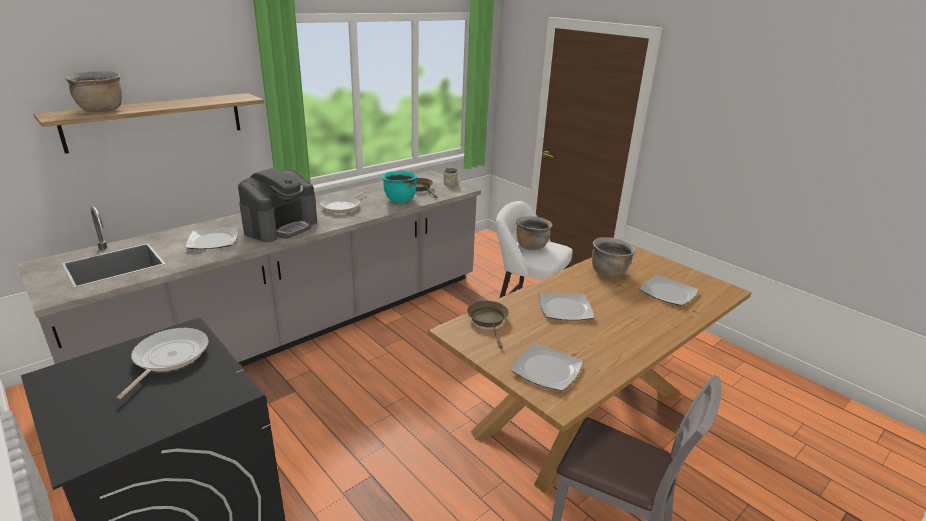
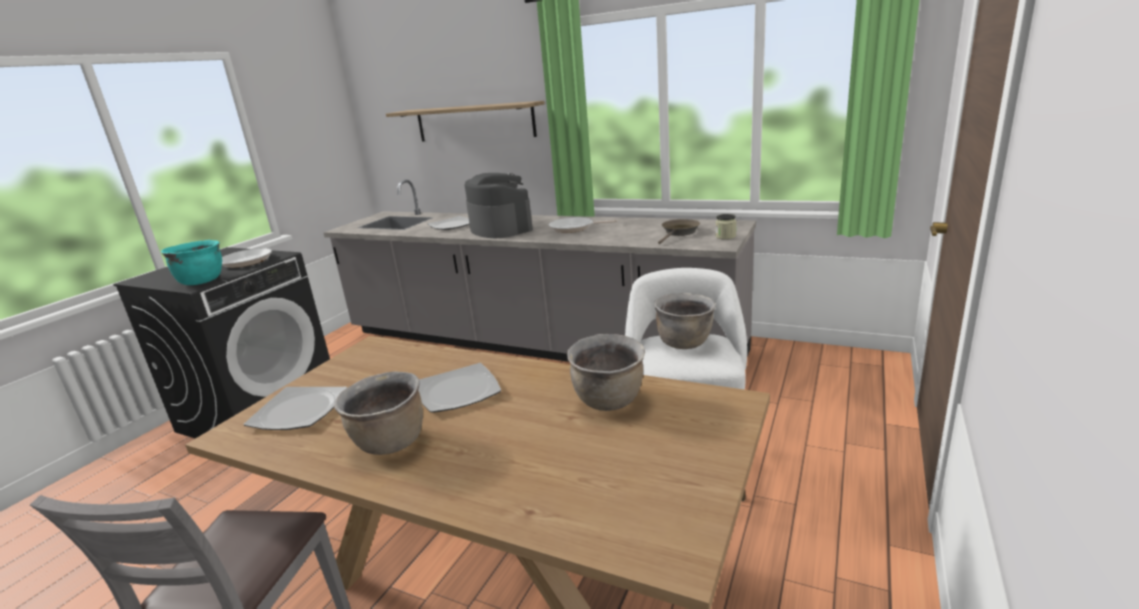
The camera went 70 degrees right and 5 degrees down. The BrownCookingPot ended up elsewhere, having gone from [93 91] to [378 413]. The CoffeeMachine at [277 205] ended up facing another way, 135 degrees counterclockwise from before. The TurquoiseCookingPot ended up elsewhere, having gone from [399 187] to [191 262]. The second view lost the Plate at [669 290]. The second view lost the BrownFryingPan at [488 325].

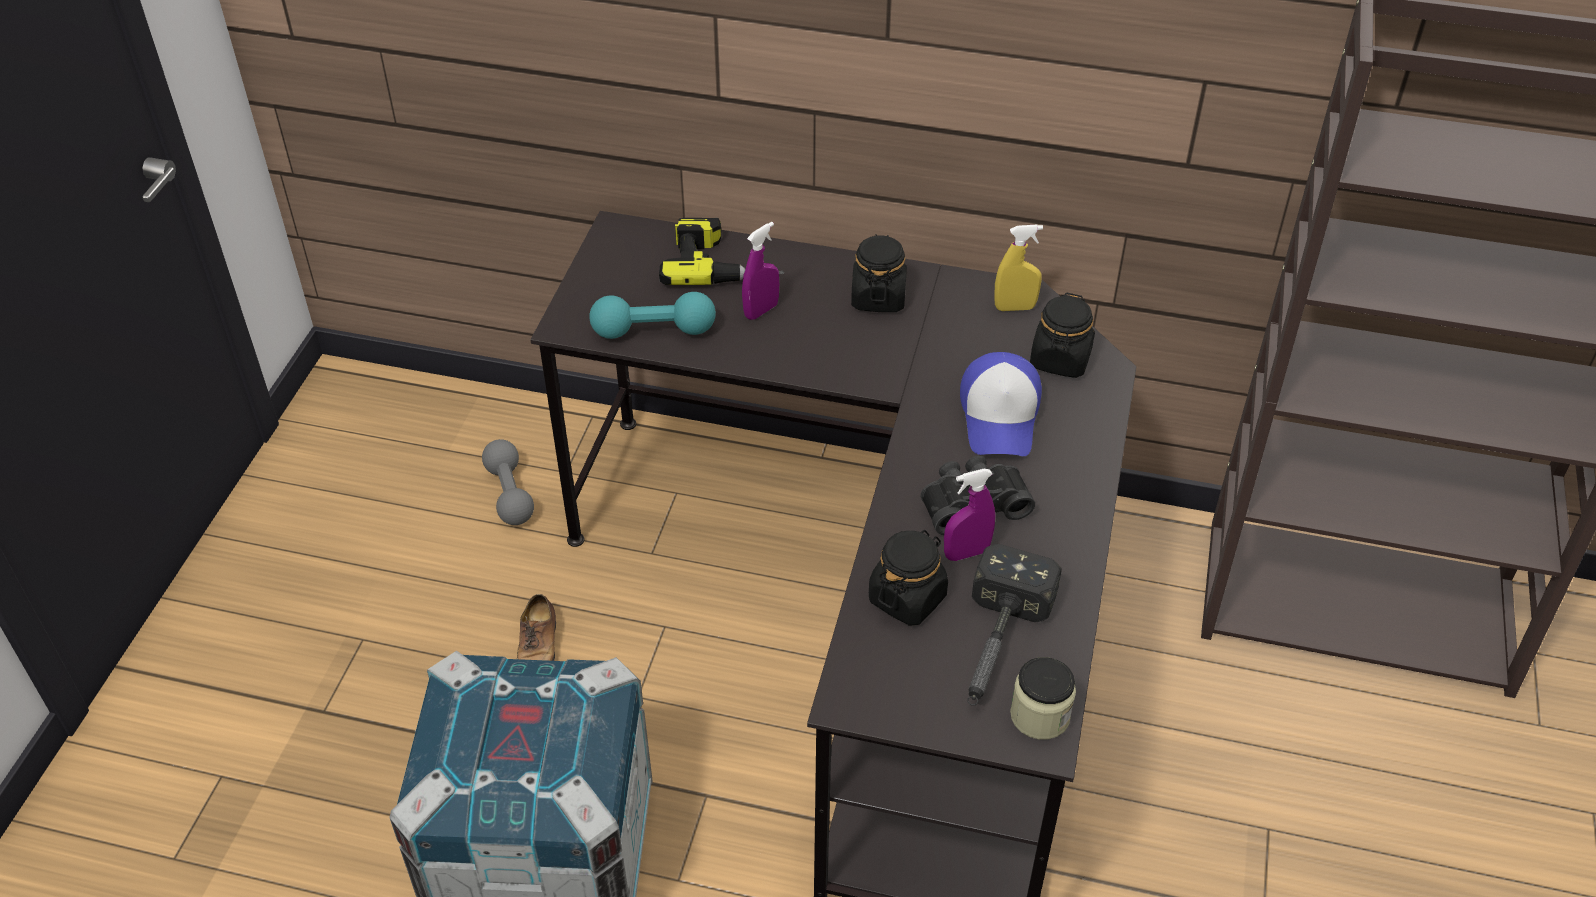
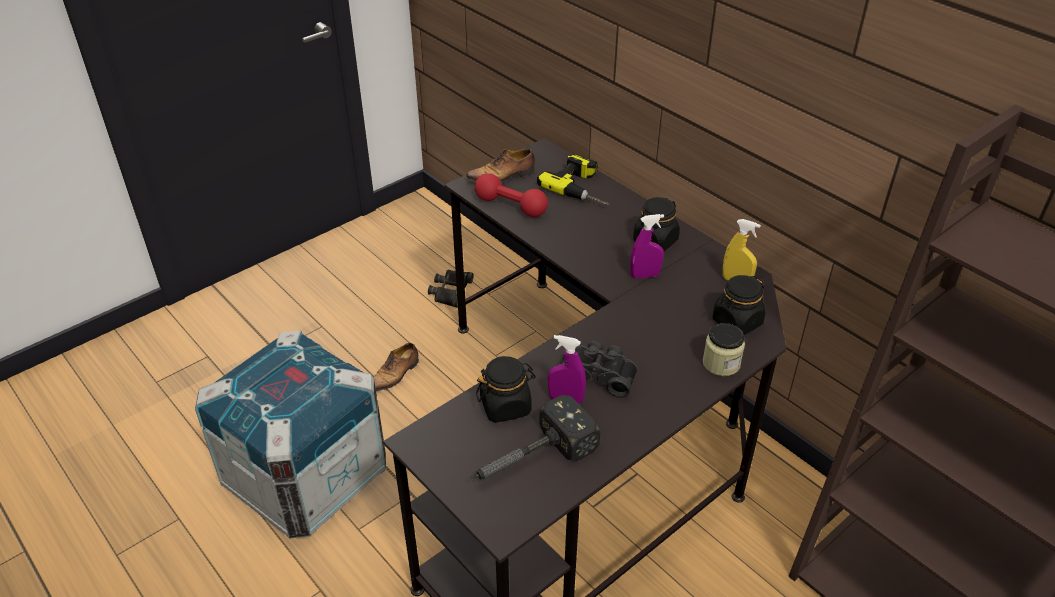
The camera went 35 degrees right and 5 degrees down. The PurpleSprayBottle ended up elsewhere, having gone from [760 271] to [647 246]. What was the TurquoiseDumbbell at [652 315] turned into the RedDumbbell at [511 195]. The second view lost the Cap at [1001 404]. Where the GreyDumbbell stood at [508 482], the BlackBinoculars came to stand at [451 289]. The Jar ended up elsewhere, having gone from [1043 698] to [723 349]. The second view gained the Shoe at [500 166].

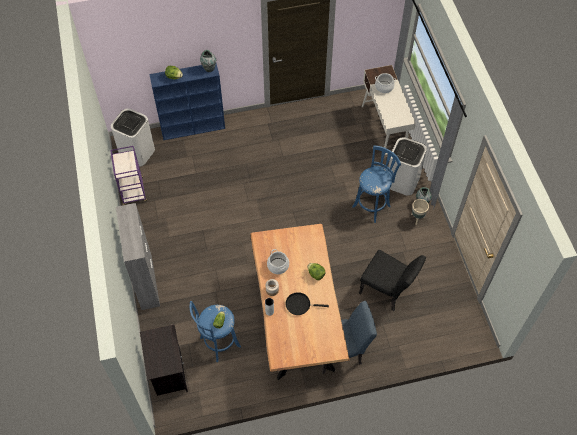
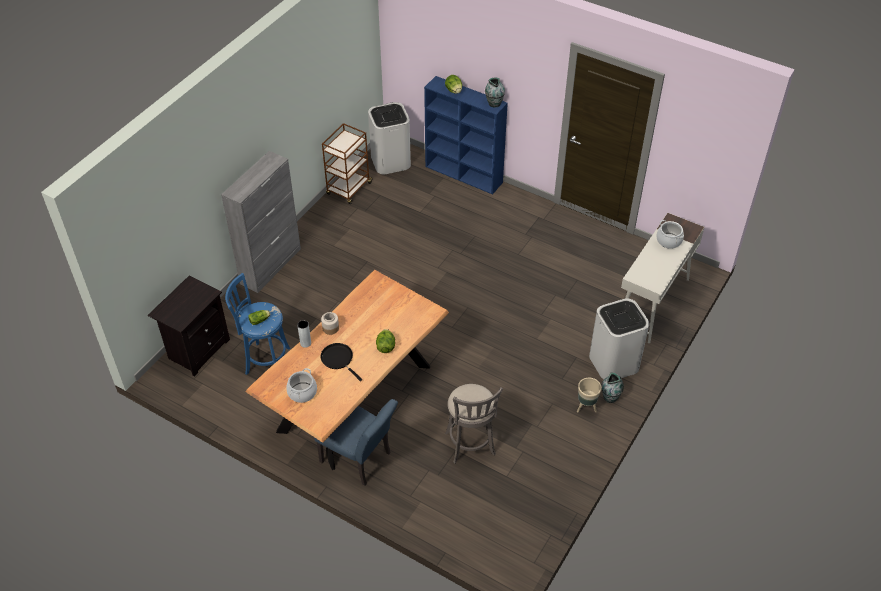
The camera went 45 degrees right and 10 degrees down. The second view lost the BlueStool at [376 184]. What was the PurpleCart at [128 175] turned into the BrownCart at [347 163]. The CookingPot ended up elsewhere, having gone from [278 261] to [301 385]. Where the BlackChair stood at [392 280], the GreyStool came to stand at [474 424].

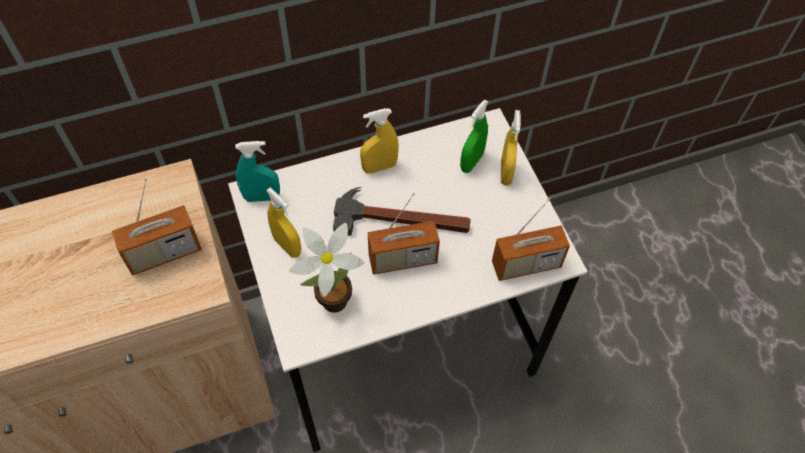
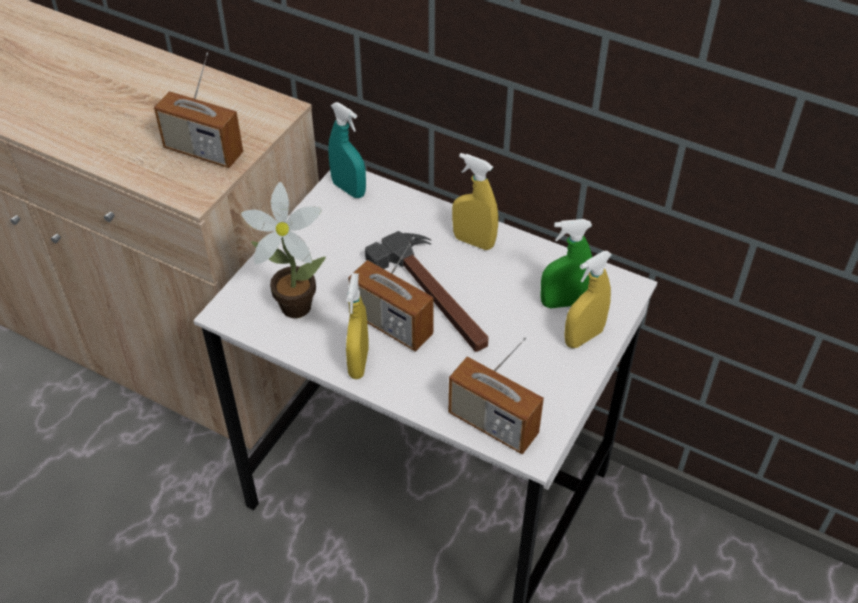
The camera went 50 degrees right and 10 degrees down. The YellowSprayBottle ended up elsewhere, having gone from [283 223] to [357 326].

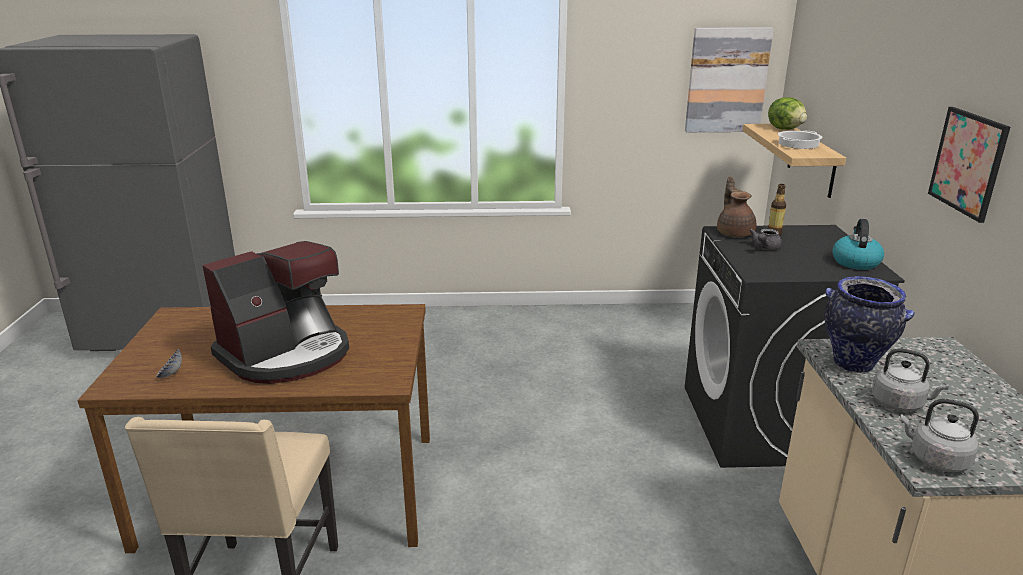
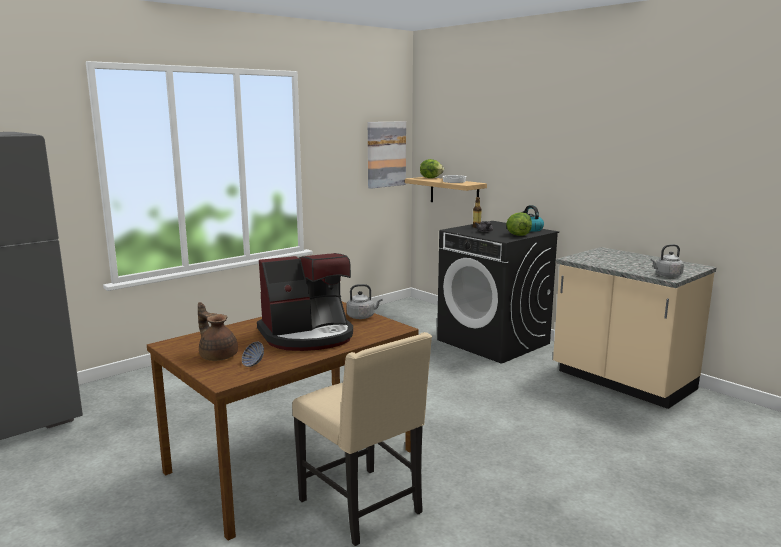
The camera went 40 degrees left and 10 degrees down. The second view lost the Picture at [969 165]. The BrownTeapot ended up elsewhere, having gone from [736 206] to [218 331]. The CoffeeMachine at [275 312] ended up facing another way, 60 degrees clockwise from before. The second view lost the Vase at [869 324]. The GreyKettle ended up elsewhere, having gone from [910 379] to [365 301]. The second view gained the Lettuce at [519 224].

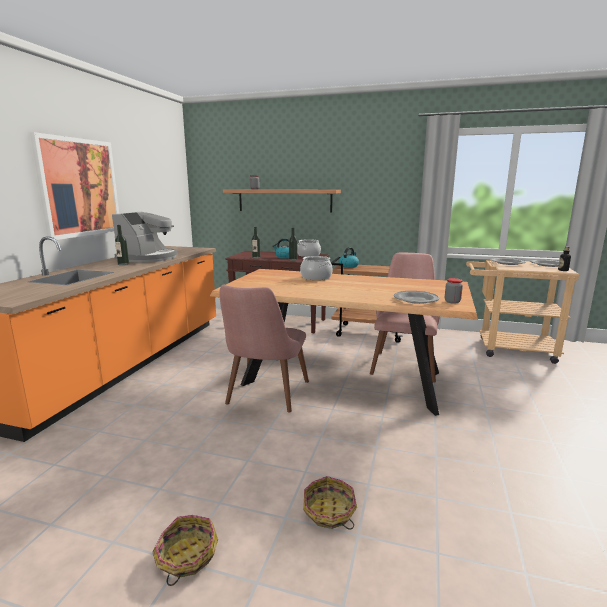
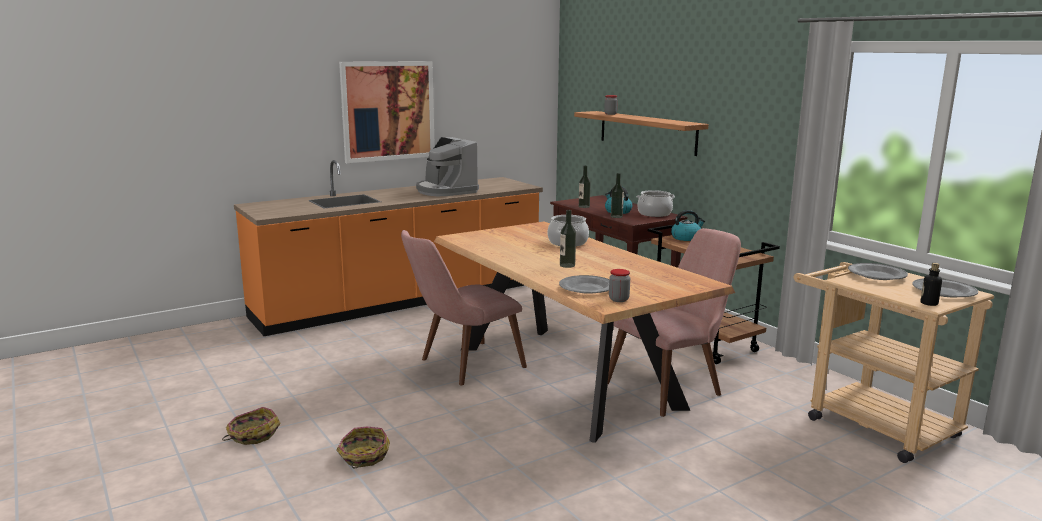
The camera went 40 degrees right and 0 degrees up. The CoffeeMachine at [144 237] ended up facing another way, 90 degrees clockwise from before. The Bottle ended up elsewhere, having gone from [122 245] to [568 239].

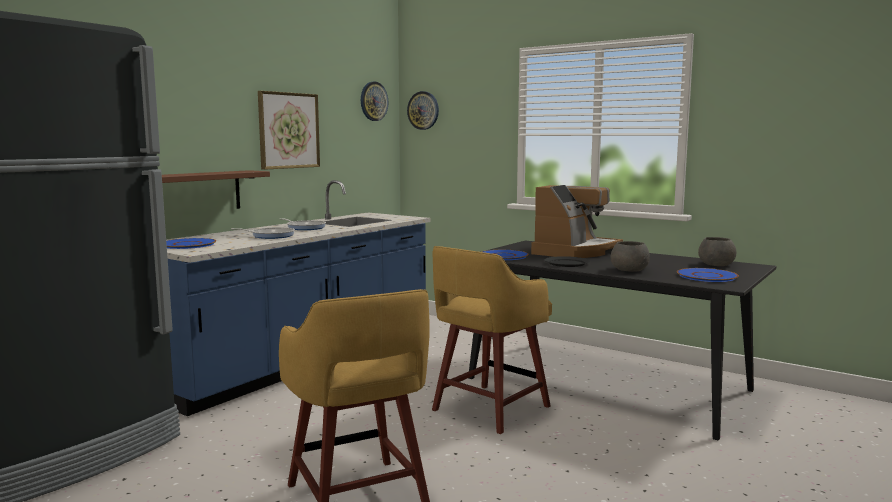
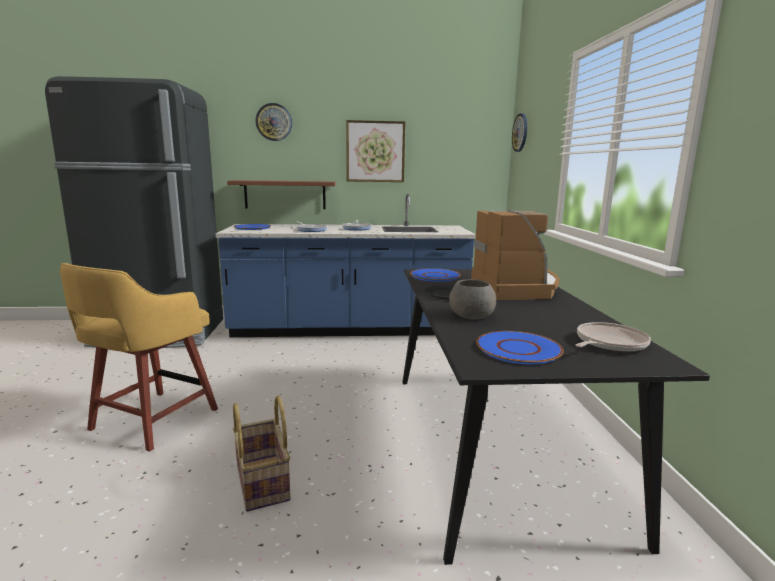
The camera went 50 degrees right and 5 degrees up. The WallClock ended up elsewhere, having gone from [375 101] to [274 122]. The CoffeeMachine at [577 221] ended up facing another way, 90 degrees counterclockwise from before. Where the GreyBowl stood at [717 251], the FryingPan came to stand at [613 337]. The second view lost the YellowStool at [492 340]. The second view gained the Basket at [261 454].

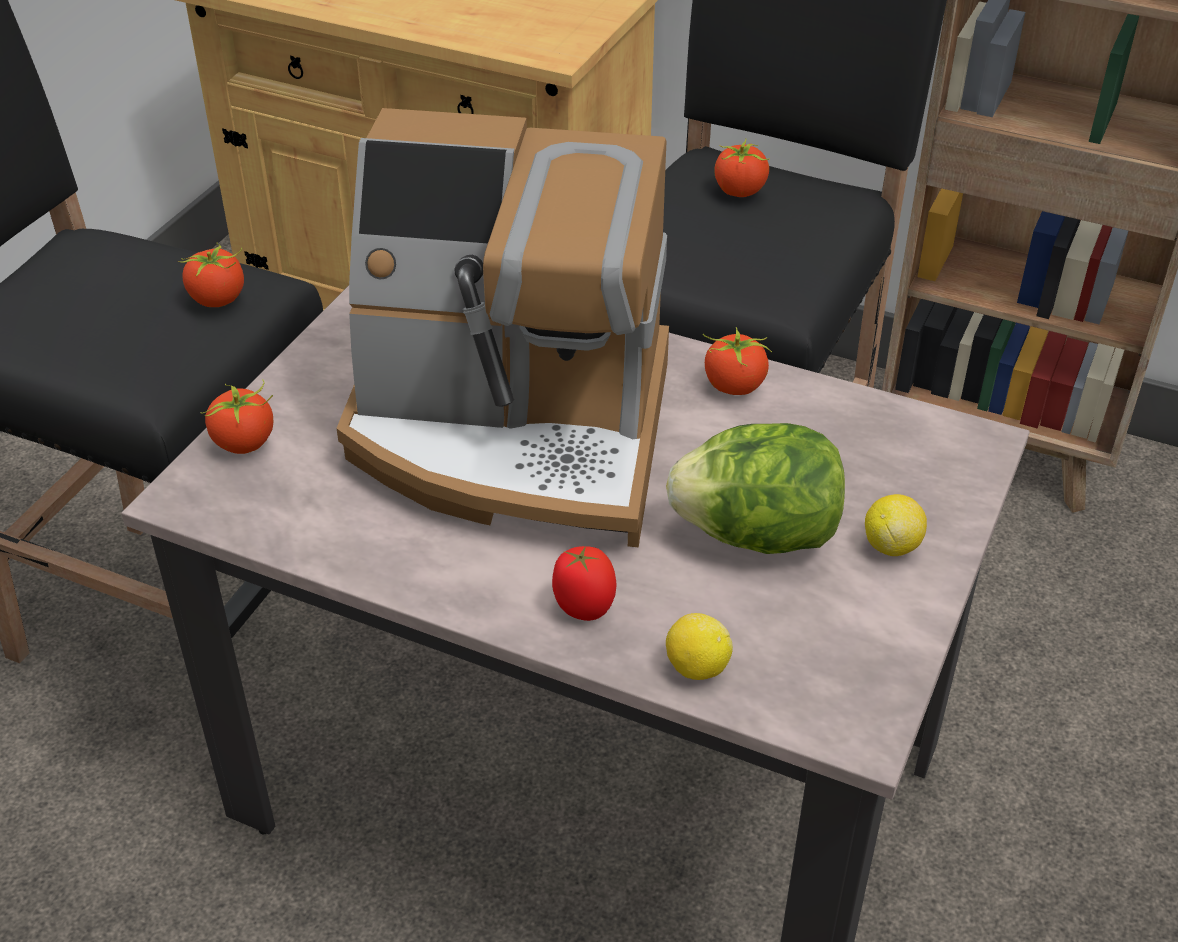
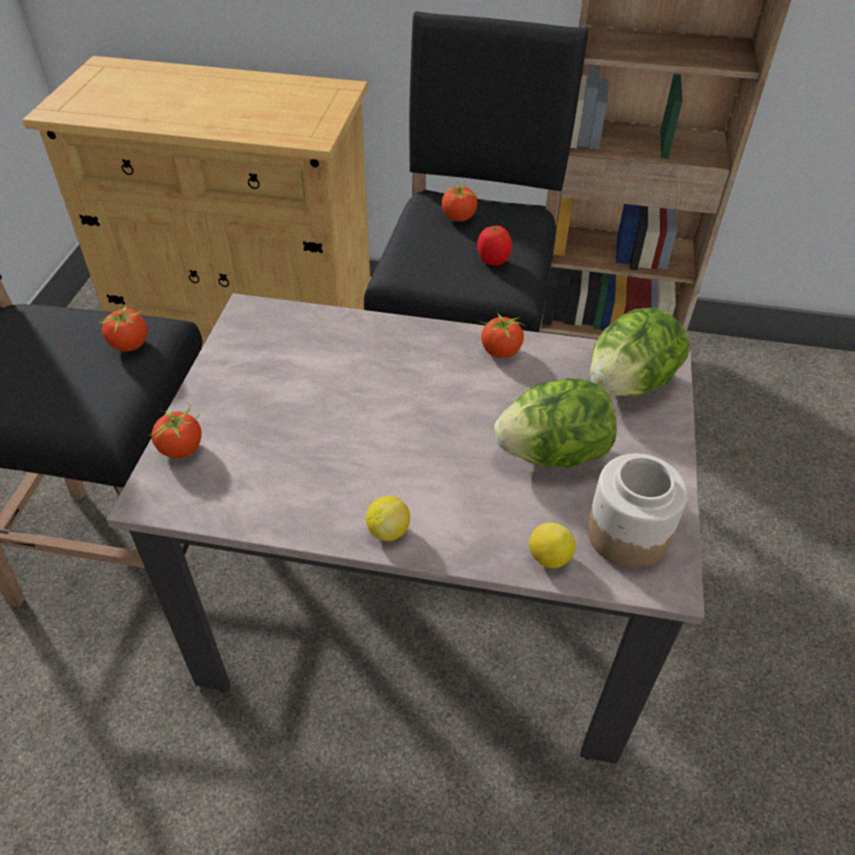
The camera went 15 degrees left and 5 degrees up. The second view lost the CoffeeMachine at [502 328]. The Lemon ended up elsewhere, having gone from [896 525] to [388 518]. The Tomato ended up elsewhere, having gone from [584 583] to [494 246]. The second view gained the Lettuce at [640 352]. The second view gained the Jar at [637 511].

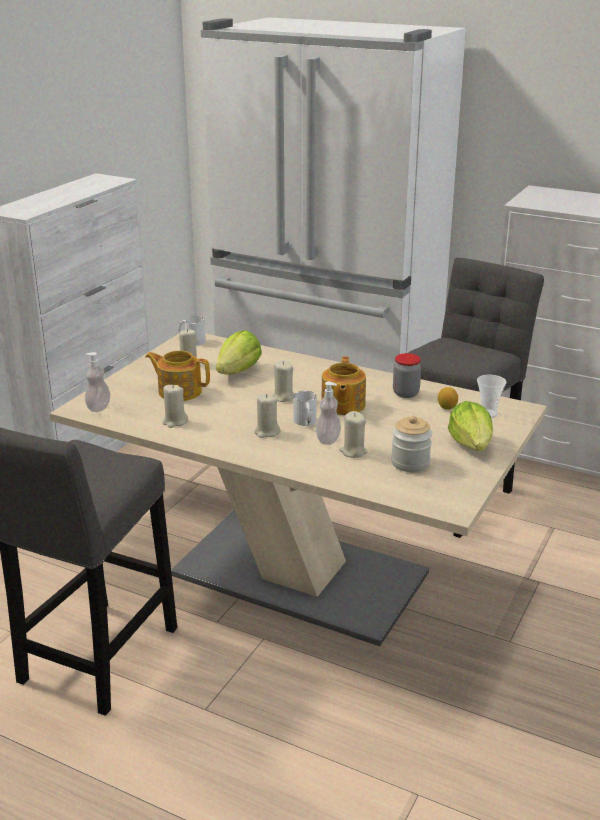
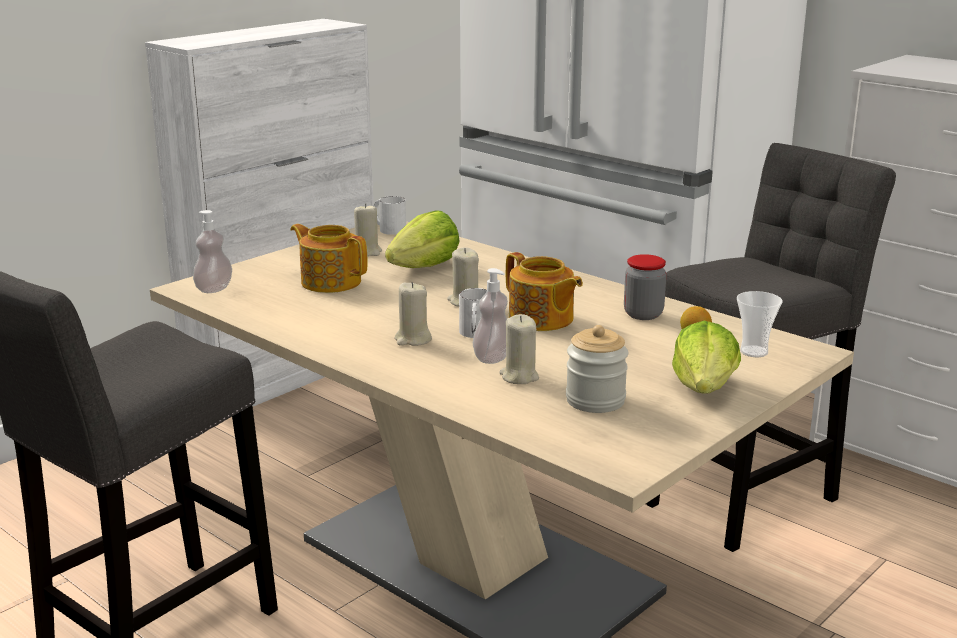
The camera went 15 degrees right and 5 degrees down. The Teapot at [343 385] ended up facing another way, 60 degrees counterclockwise from before. The second view lost the BeigeCandle at [175 406].

